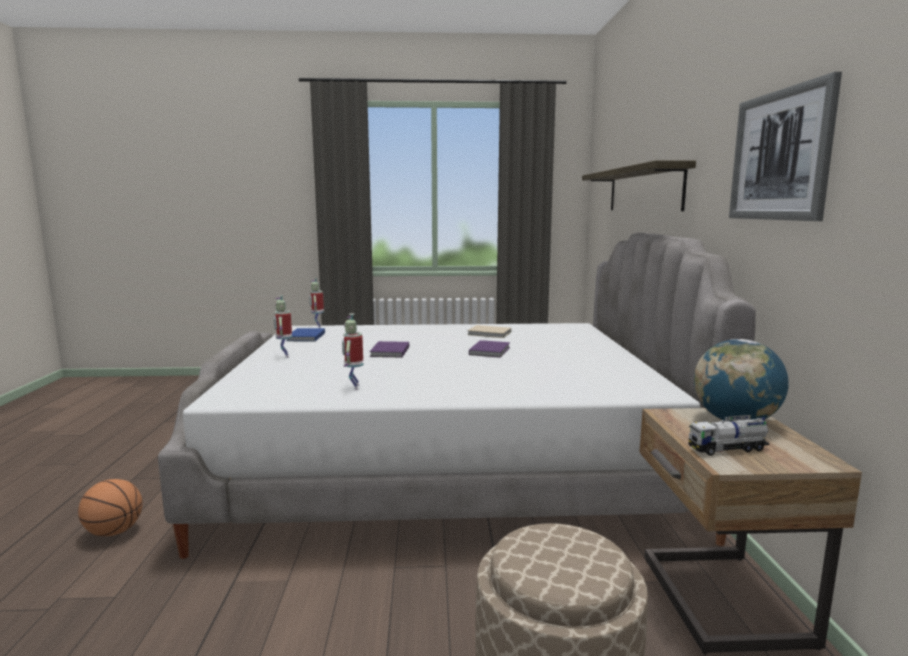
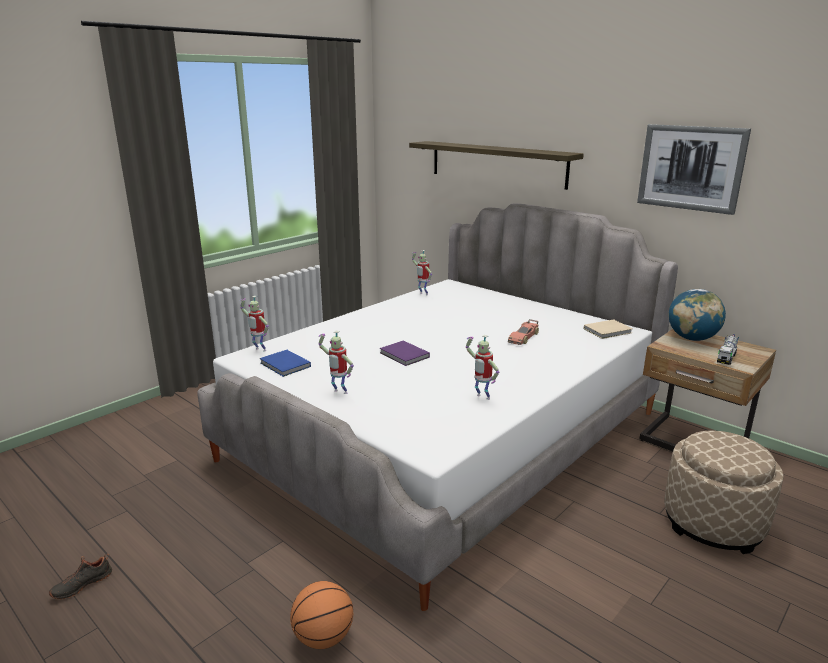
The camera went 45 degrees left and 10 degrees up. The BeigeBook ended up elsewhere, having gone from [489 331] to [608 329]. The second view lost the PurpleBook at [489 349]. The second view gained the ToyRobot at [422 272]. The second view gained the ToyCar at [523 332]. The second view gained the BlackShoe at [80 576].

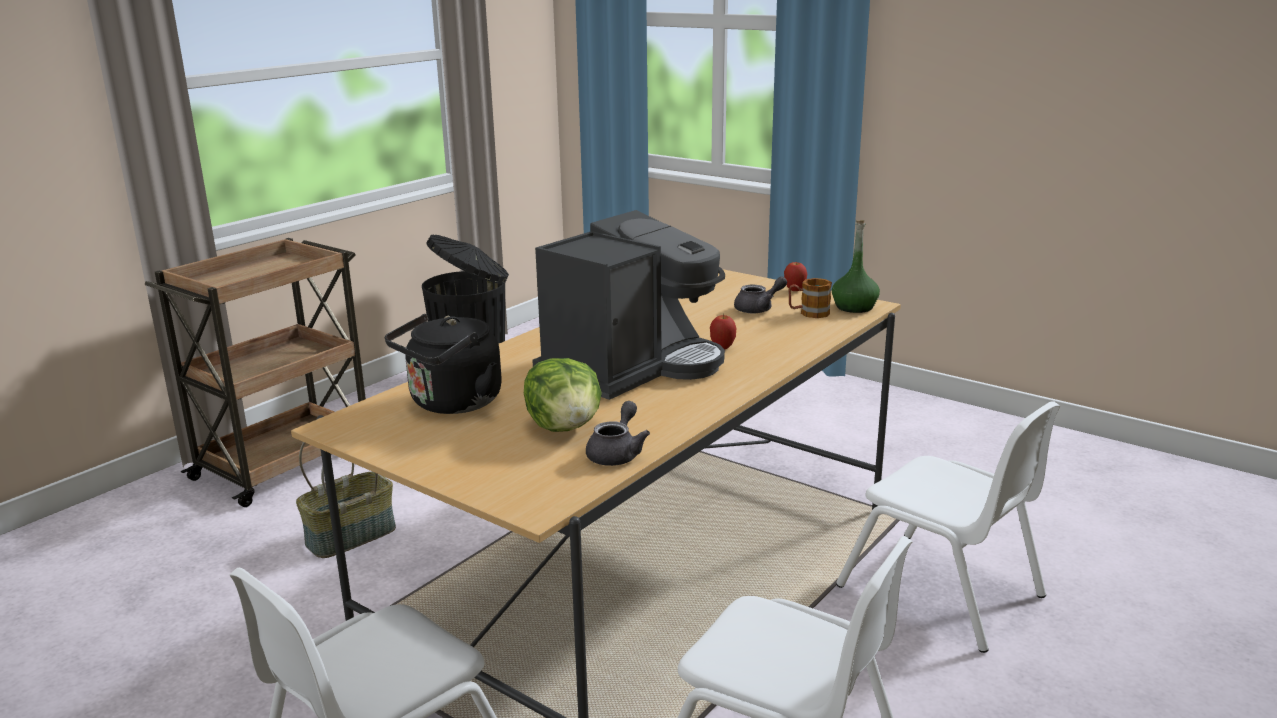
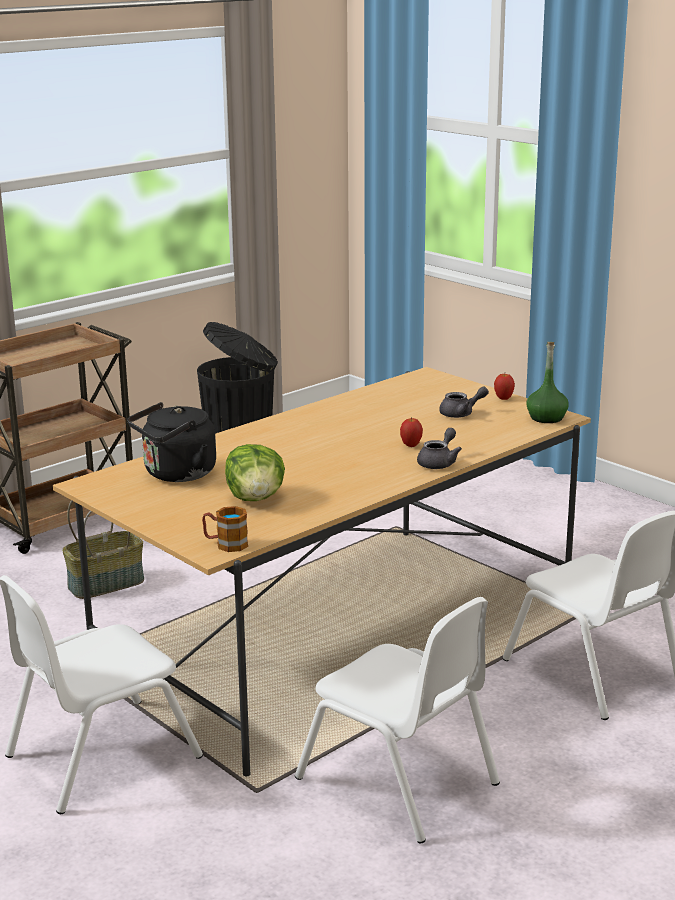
The camera went 10 degrees right and 0 degrees up. The second view lost the CoffeeMachine at [628 305]. The Mug ended up elsewhere, having gone from [810 298] to [225 529]. The GreyTeapot ended up elsewhere, having gone from [618 433] to [439 448].

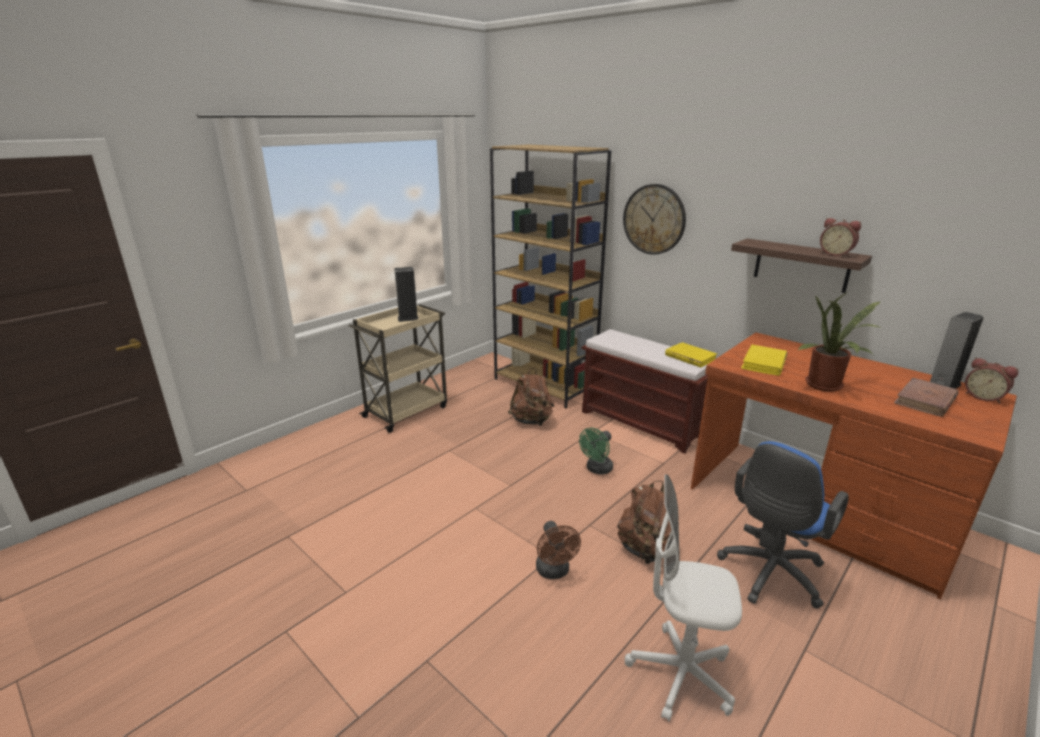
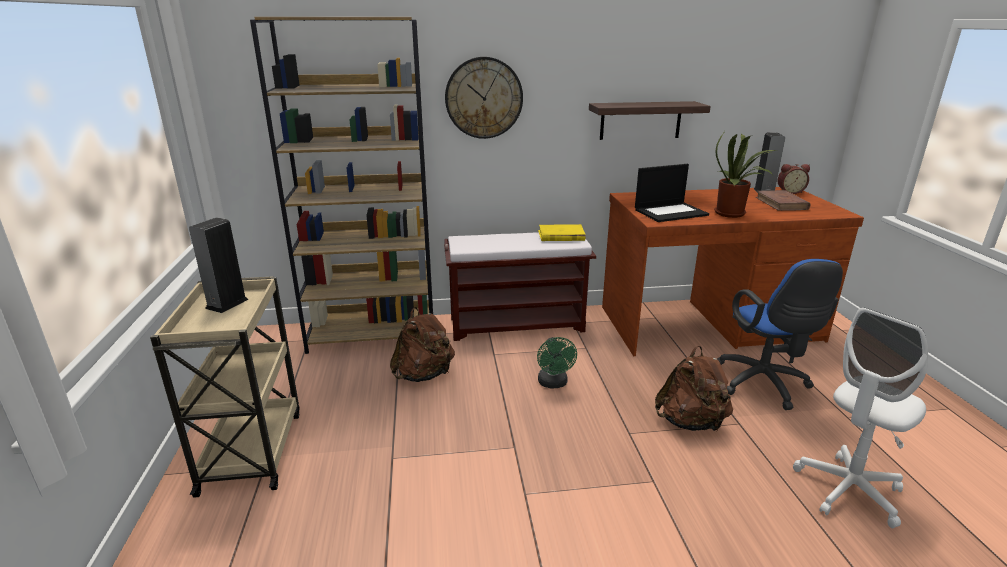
The camera went 50 degrees left and 0 degrees up. The second view lost the AlarmClock at [840 237]. Where the YellowBook stood at [764 360], the Laptop came to stand at [672 193]. The second view lost the BrownFan at [558 550].

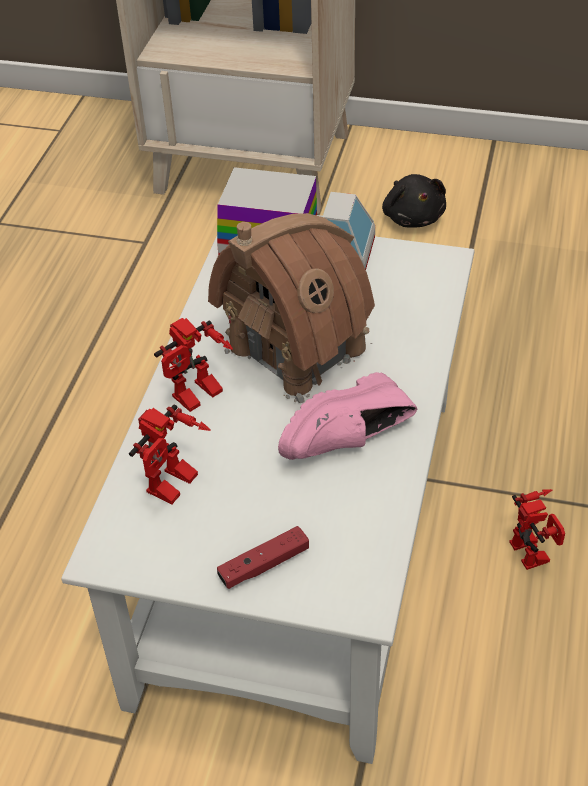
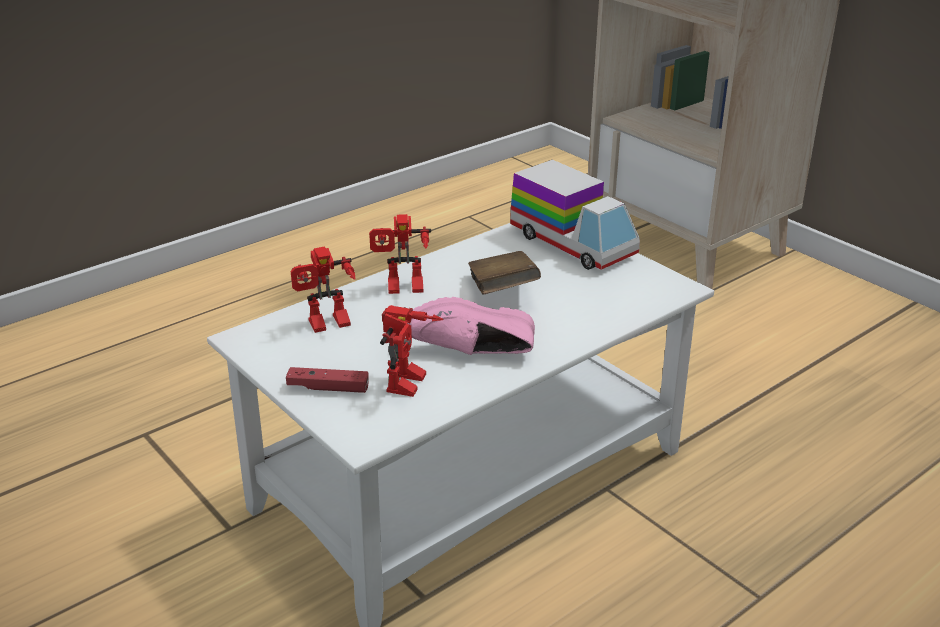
The camera went 35 degrees right and 15 degrees down. The second view lost the BlackPlushToy at [414 201]. Where the ToyHouse stood at [291 308], the BrownBook came to stand at [504 272]. The ToyRobot ended up elsewhere, having gone from [537 529] to [412 351].

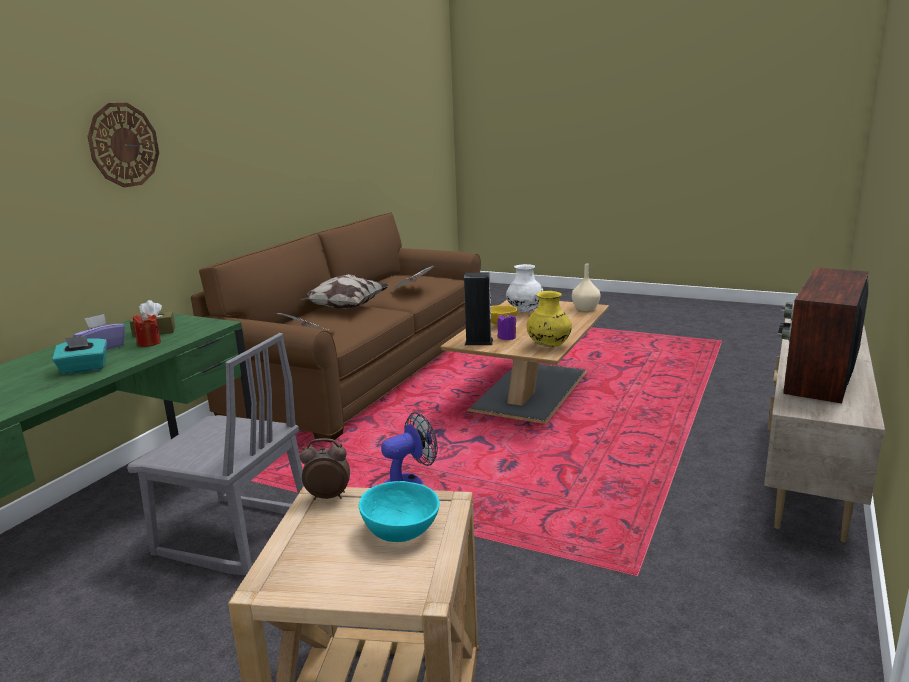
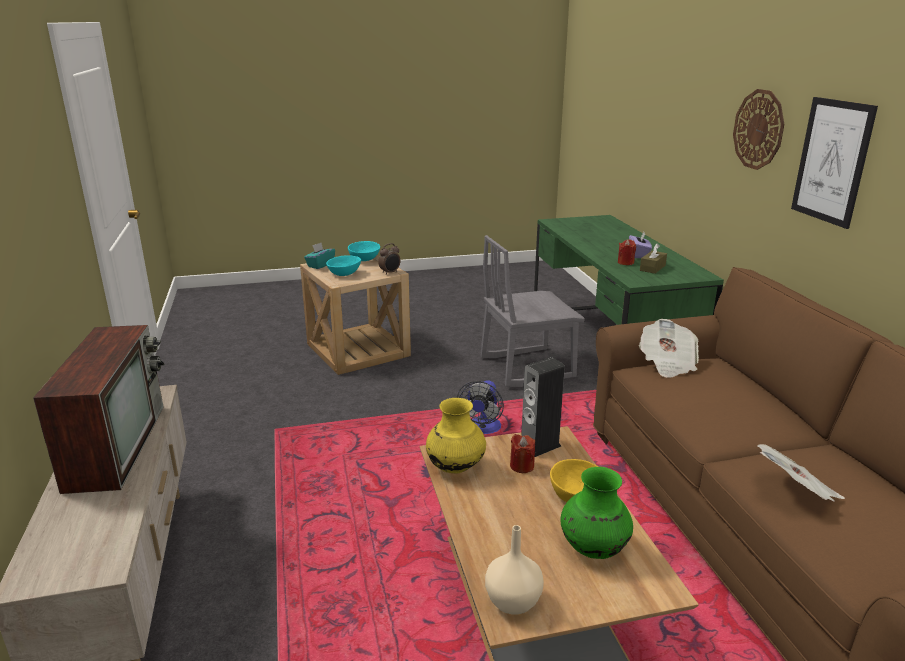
The camera went 140 degrees right and 5 degrees up. What was the WhiteVase at [525 288] turned into the GreenVase at [597 513]. The second view lost the Pillow at [345 291]. What was the PurpleCandle at [506 326] turned into the RedCandle at [522 453]. The TurquoiseTissueBox ended up elsewhere, having gone from [79 355] to [319 256]. The second view gained the Picture at [834 163]. The second view gained the TurquoiseBowl at [364 251].

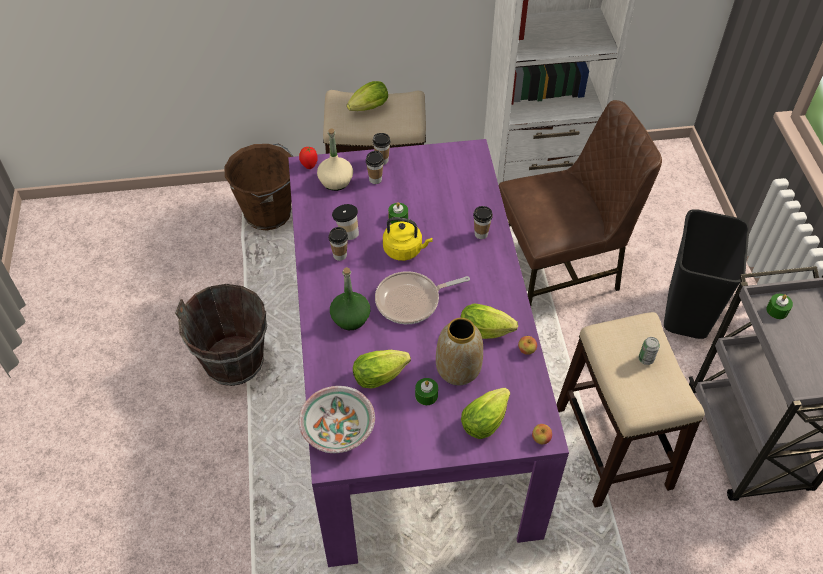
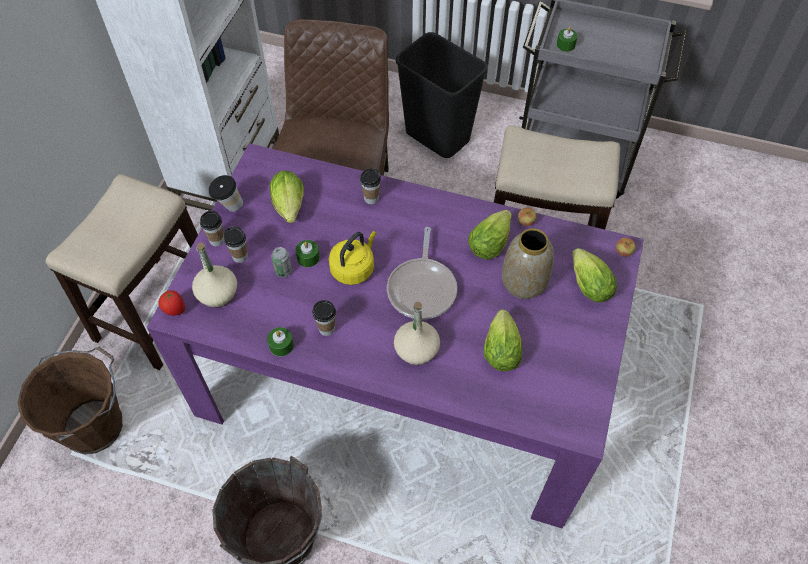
The camera went 65 degrees left and 5 degrees up. The Lettuce ended up elsewhere, having gone from [367 96] to [287 197]. The Cup ended up elsewhere, having gone from [345 222] to [226 193]. What was the GreenBottle at [350 298] turned into the BeigeBottle at [417 333]. The Can ended up elsewhere, having gone from [649 351] to [281 262]. The GreenCandle ended up elsewhere, having gone from [426 391] to [280 341]. The second view lost the Bowl at [337 419].

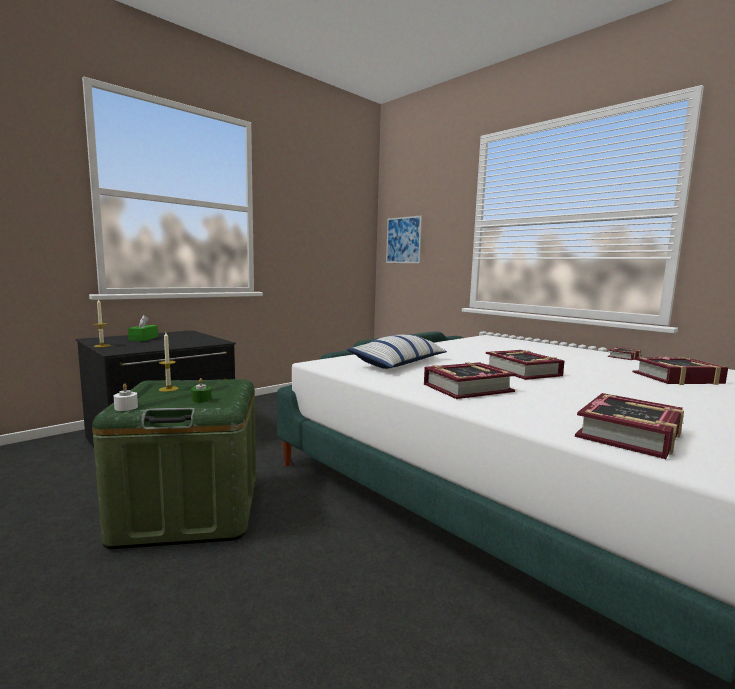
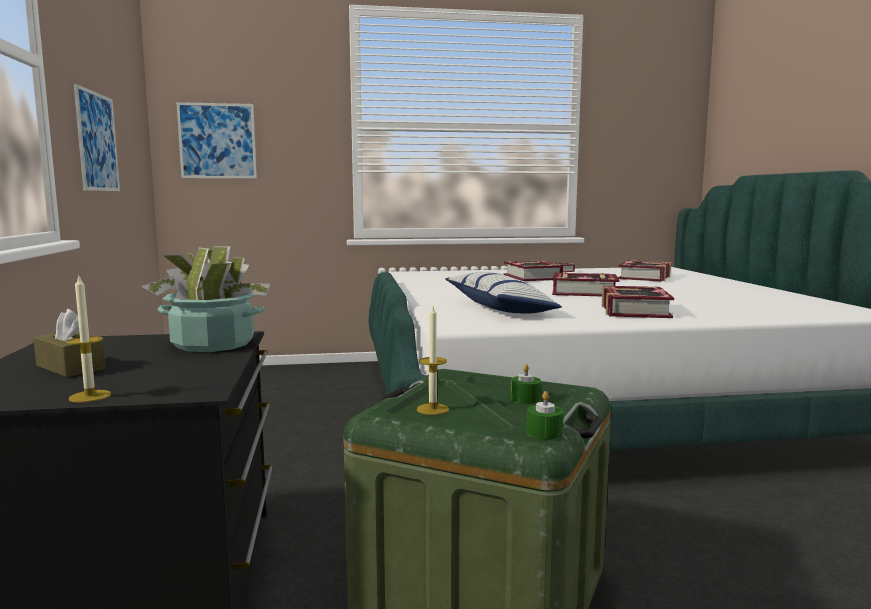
The camera went 55 degrees left and 0 degrees up. What was the GreenTissueBox at [143 328] turned into the BrownTissueBox at [69 343]. What was the WhiteCandle at [126 397] turned into the GreenCandle at [545 415]. The Book ended up elsewhere, having gone from [629 426] to [533 270]. The second view gained the Picture at [97 137]. The second view gained the PottedPlant at [205 299].

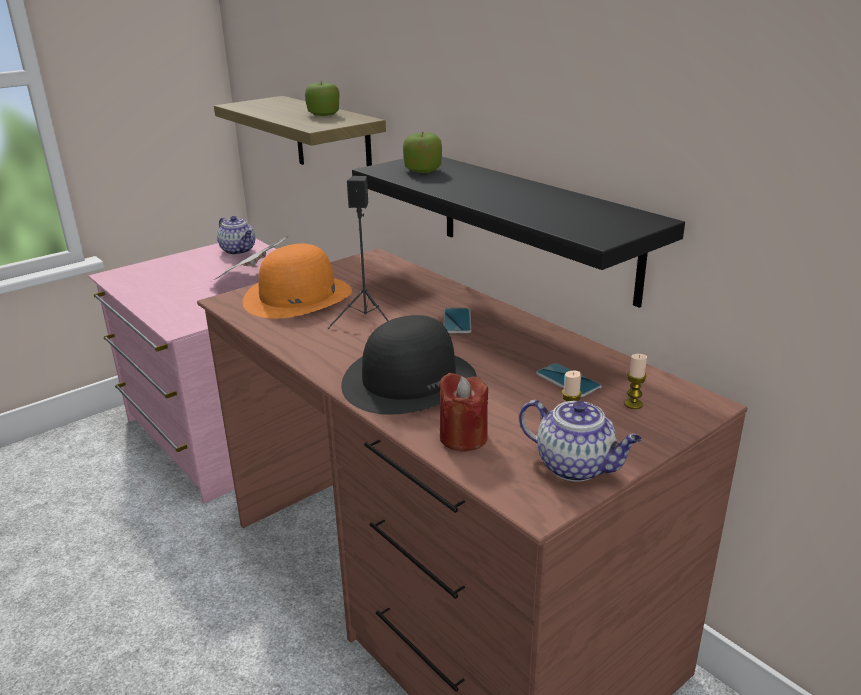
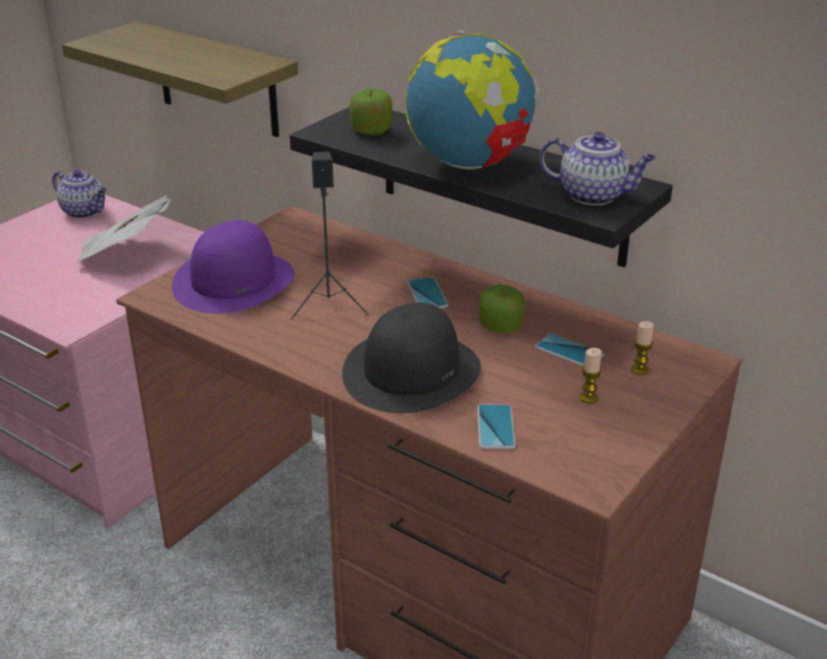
The camera went 15 degrees left and 5 degrees up. The Apple ended up elsewhere, having gone from [322 98] to [502 308]. What was the OrangeHat at [297 281] turned into the PurpleHat at [233 267]. Where the RedCandle stood at [463 412], the Phone came to stand at [496 426]. The Teapot ended up elsewhere, having gone from [580 441] to [598 168]. The second view gained the Globe at [472 100].

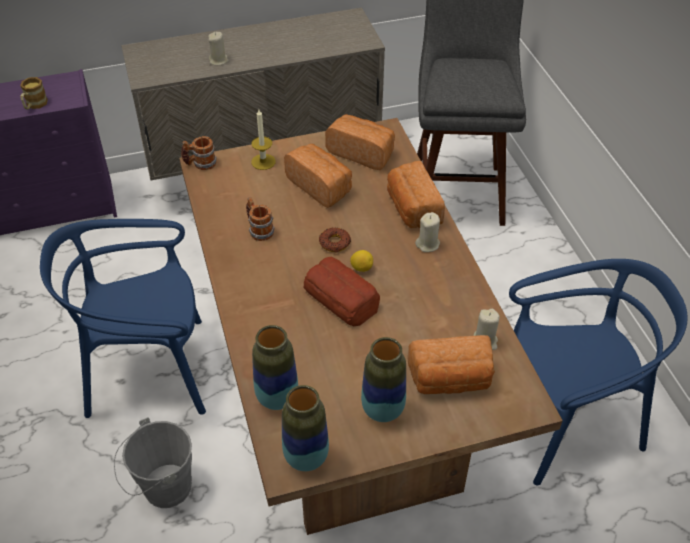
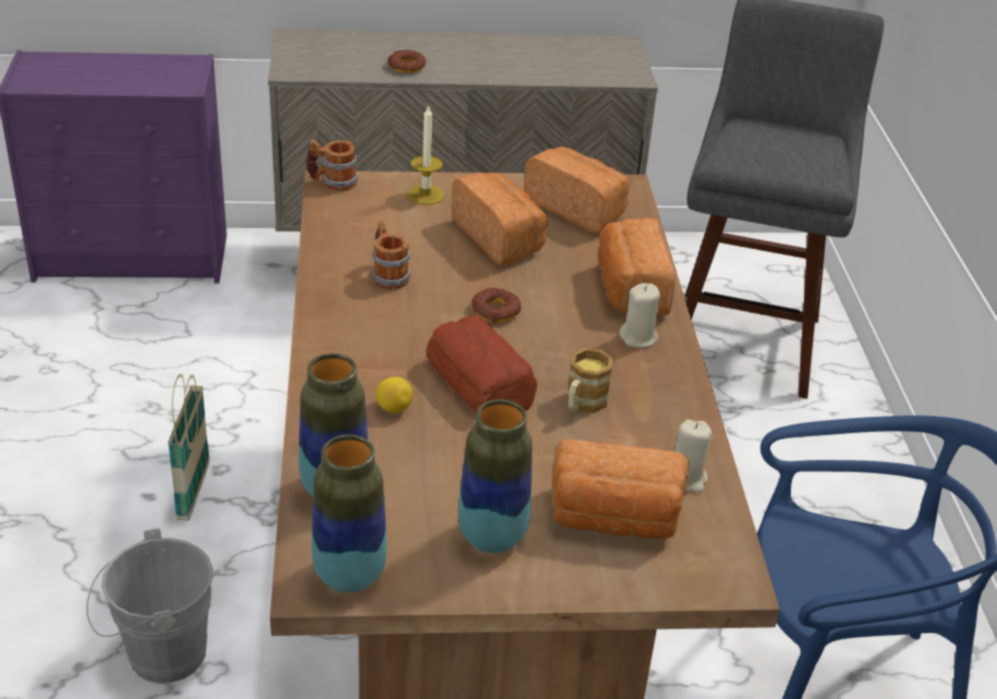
The camera went 10 degrees right and 10 degrees down. Where the BeigeCandle stood at [218 49], the Donut came to stand at [407 61]. The Mug ended up elsewhere, having gone from [34 93] to [590 380]. Where the BlueChair stood at [123 318], the Basket came to stand at [189 447]. The Lemon ended up elsewhere, having gone from [361 261] to [394 395].

